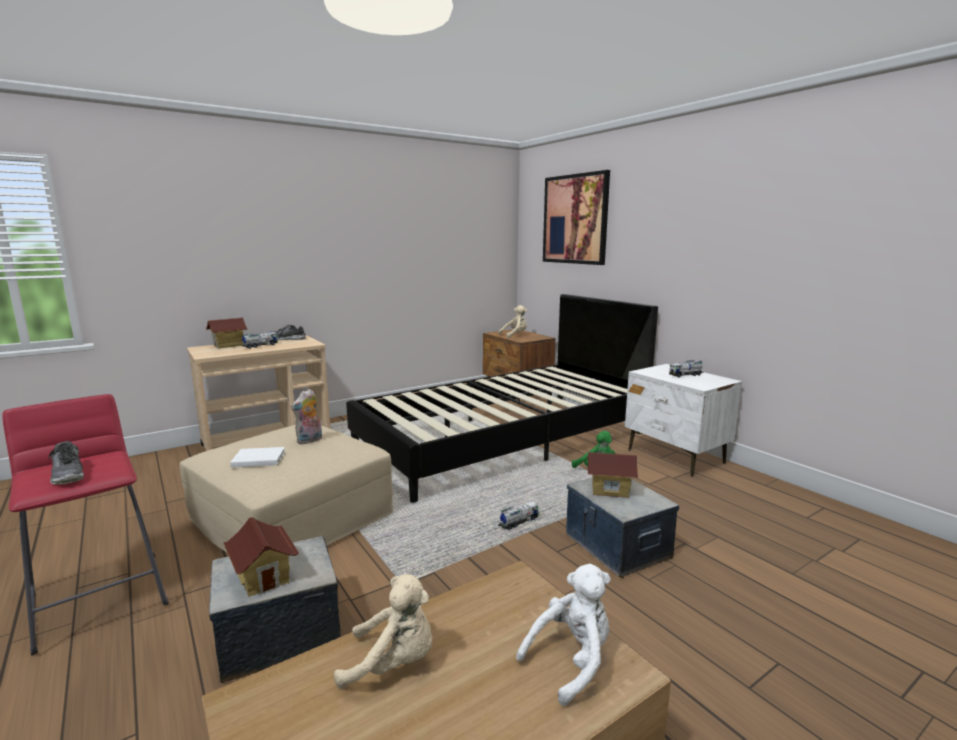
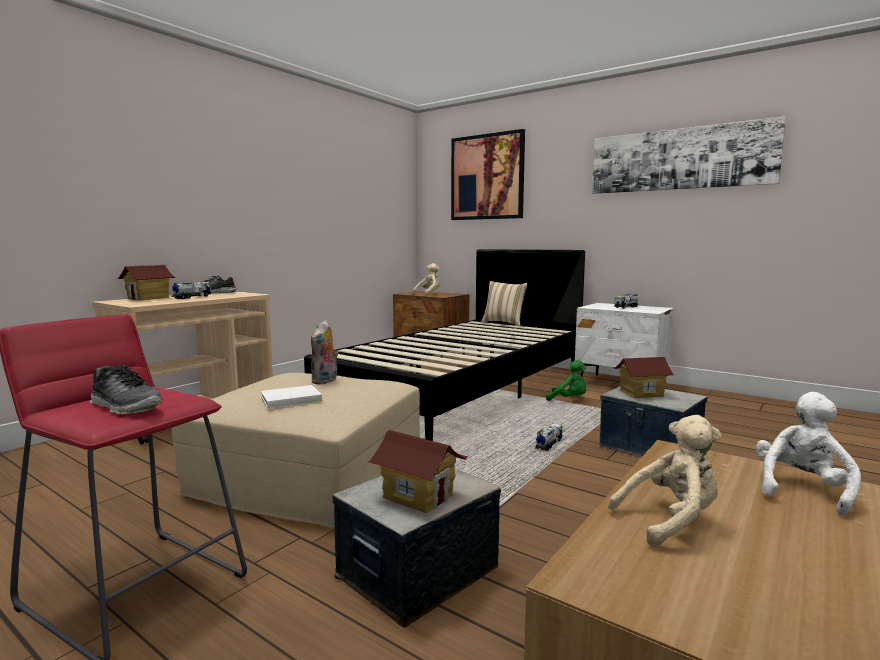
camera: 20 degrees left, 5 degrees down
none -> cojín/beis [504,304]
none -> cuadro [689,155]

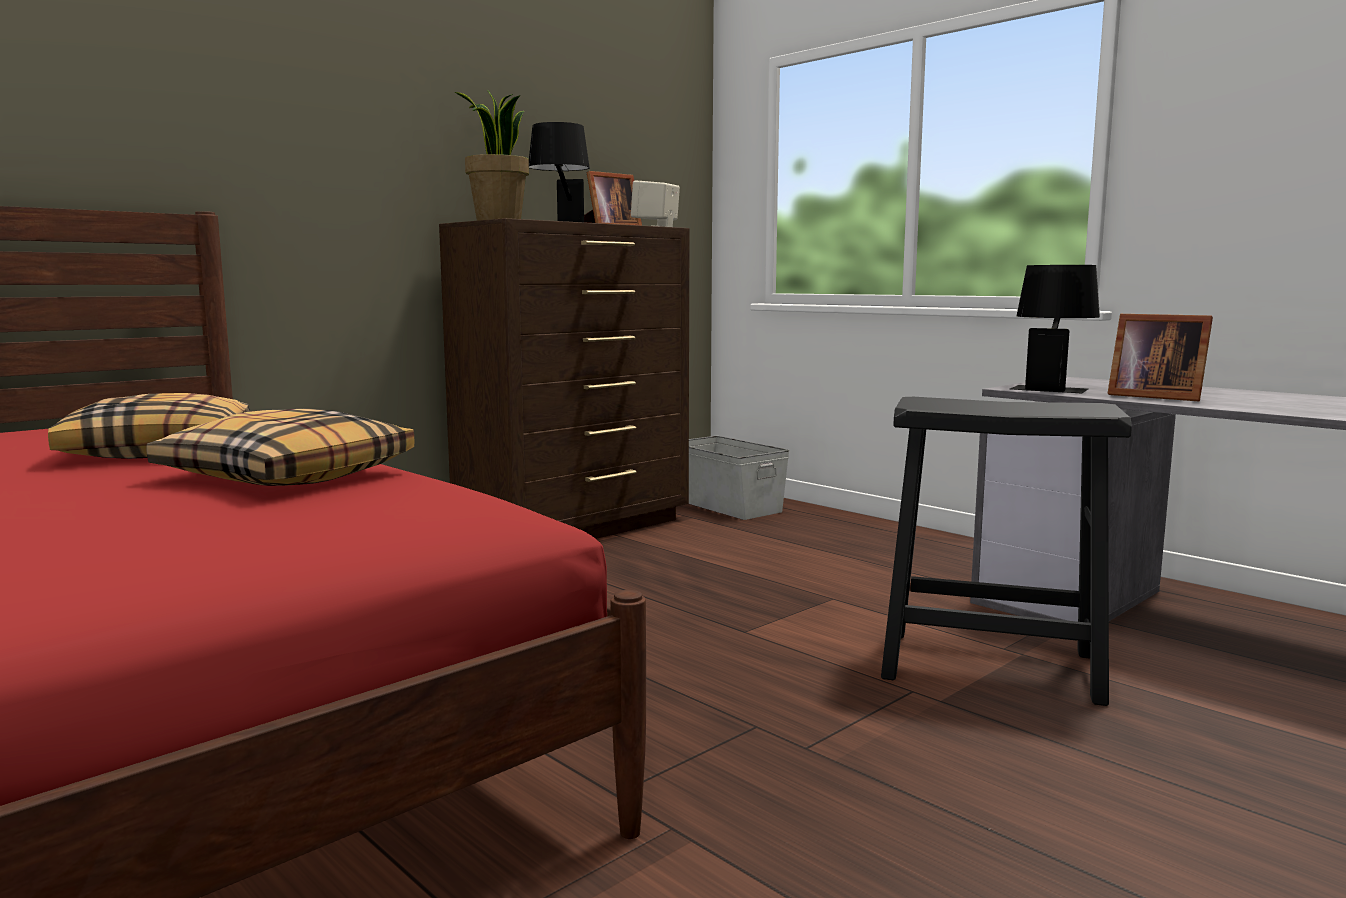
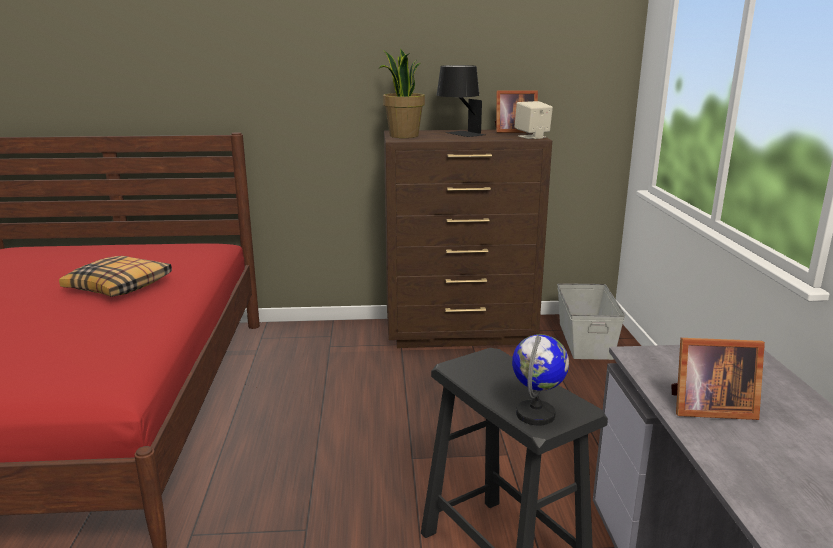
camera: 40 degrees right, 10 degrees up
cojín [280,447] -> none
lámpara de mesa/negro [1055,329] -> none
portarretratos [1160,357] -> portarretratos [718,379], 75 degrees counterclockwise
none -> globo terráqueo [540,380]

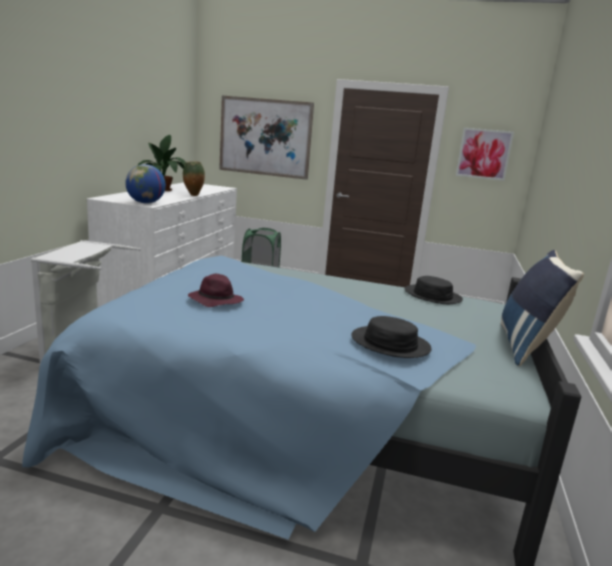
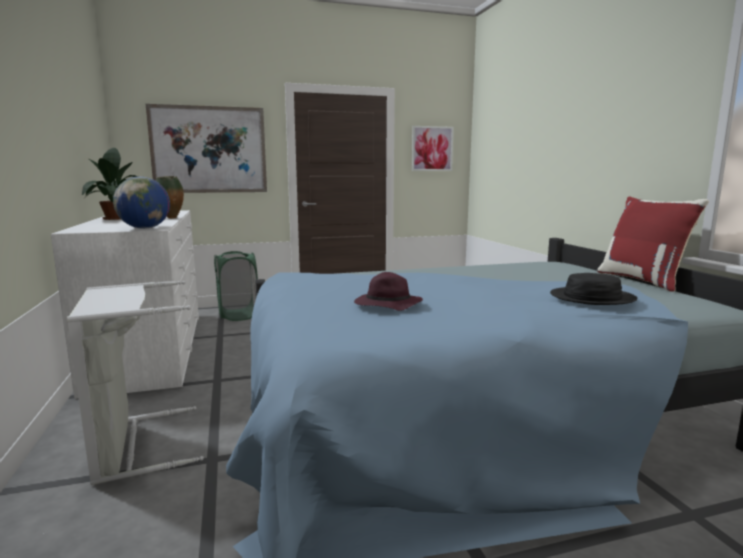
camera: 30 degrees left, 5 degrees down
sombrero/negro [433,290] -> none
cojín/azul [542,308] -> cojín/rojo [653,244]

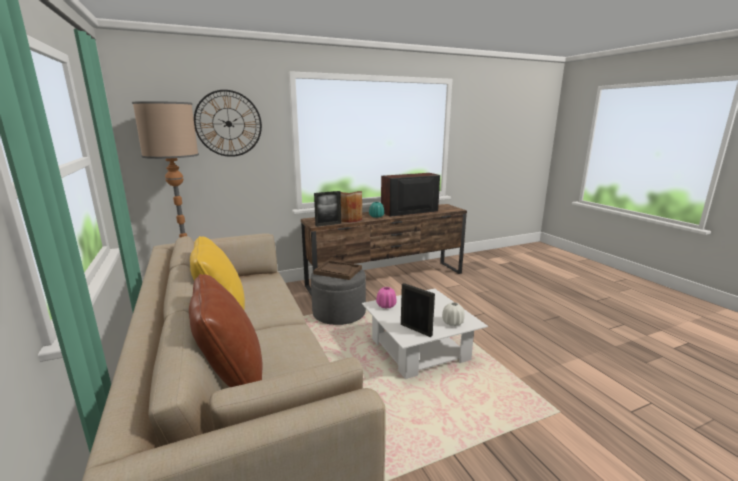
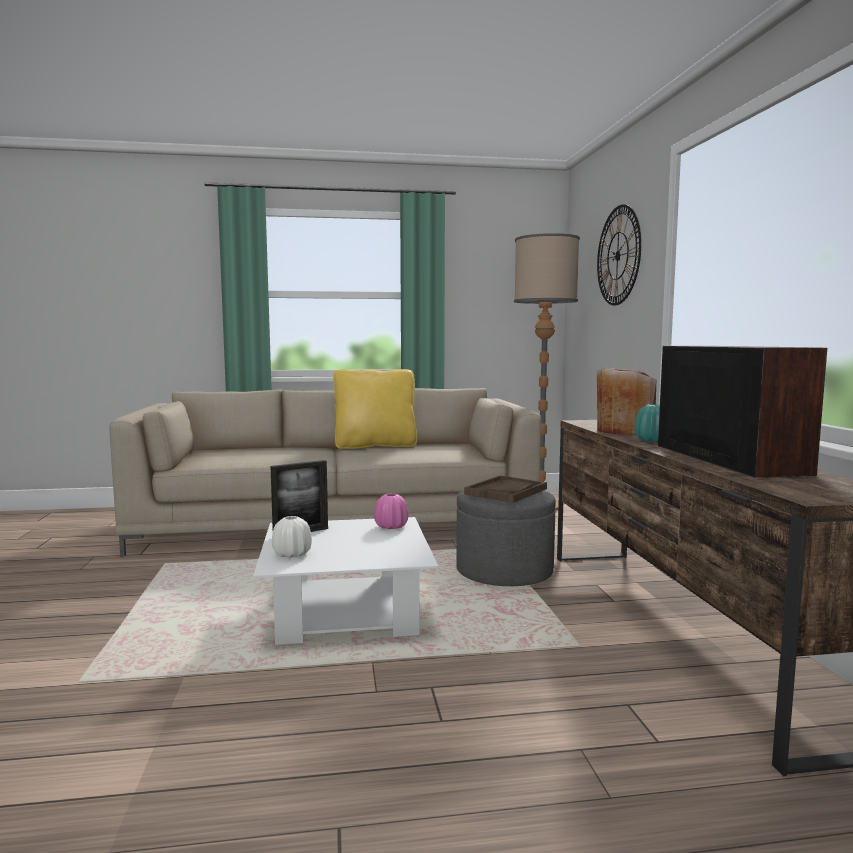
camera: 105 degrees right, 10 degrees down
cojín/marrón [225,330] -> none
portarretratos [327,209] -> none

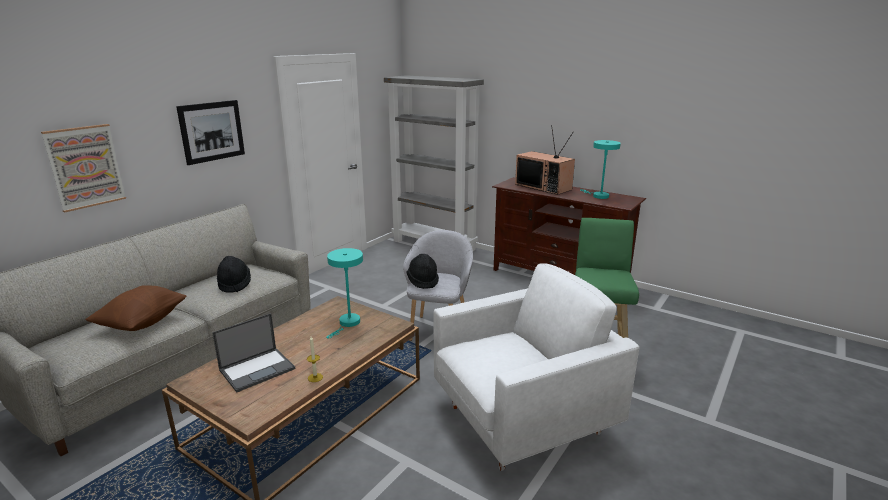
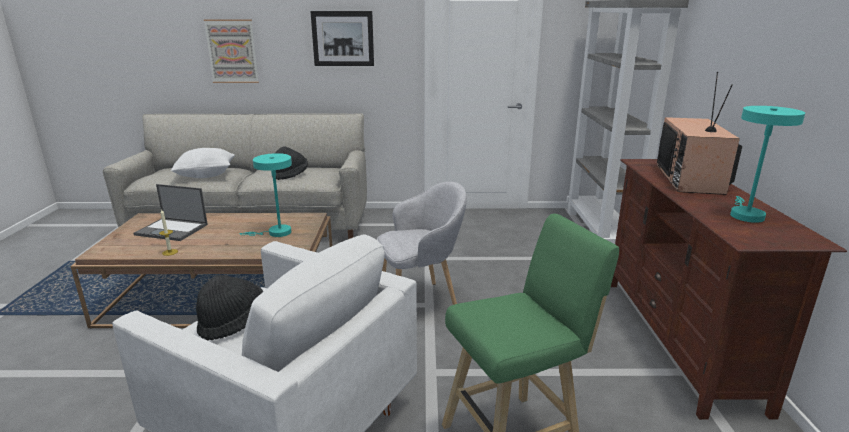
camera: 55 degrees right, 0 degrees up
cojín/marrón [135,308] -> cojín/blanco [203,163]
sombrero/negro [422,271] -> sombrero/negro [229,308], move

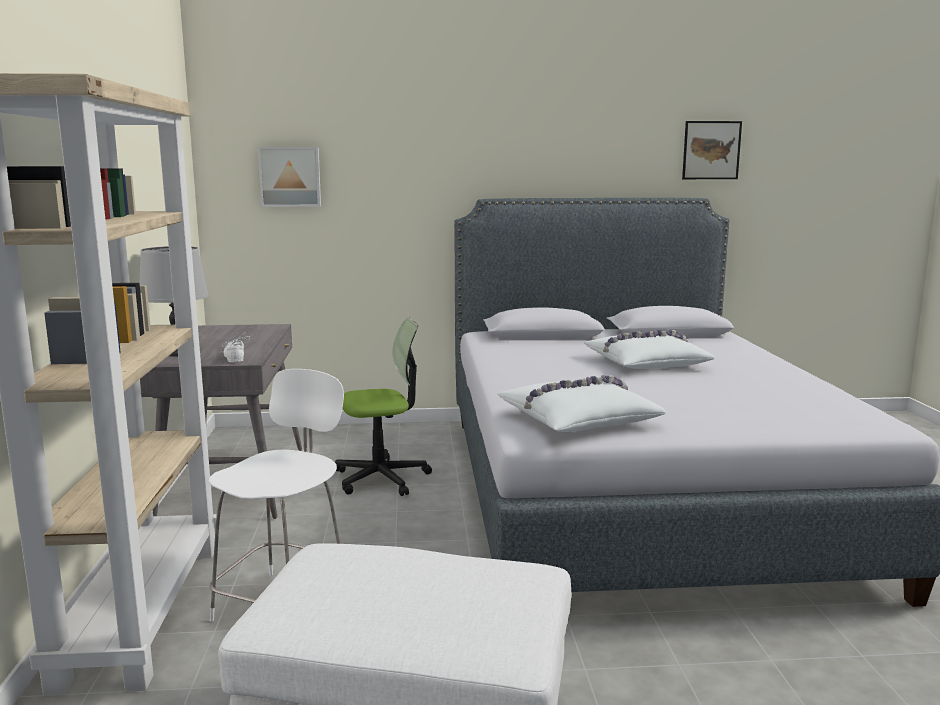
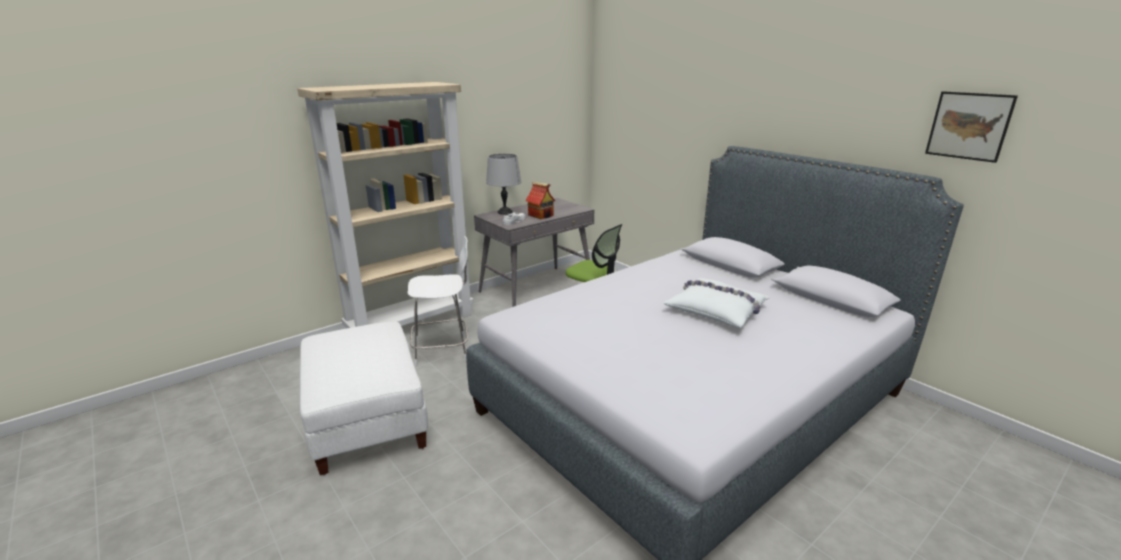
camera: 55 degrees right, 10 degrees up
cuadro [289,177] -> none
cojín/blanco [581,403] -> none
none -> casita [540,200]

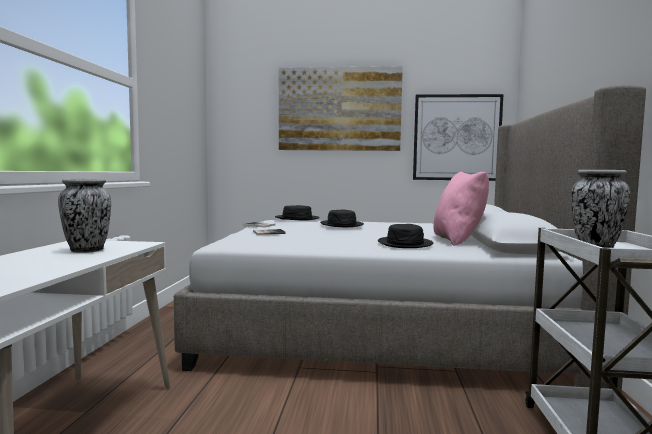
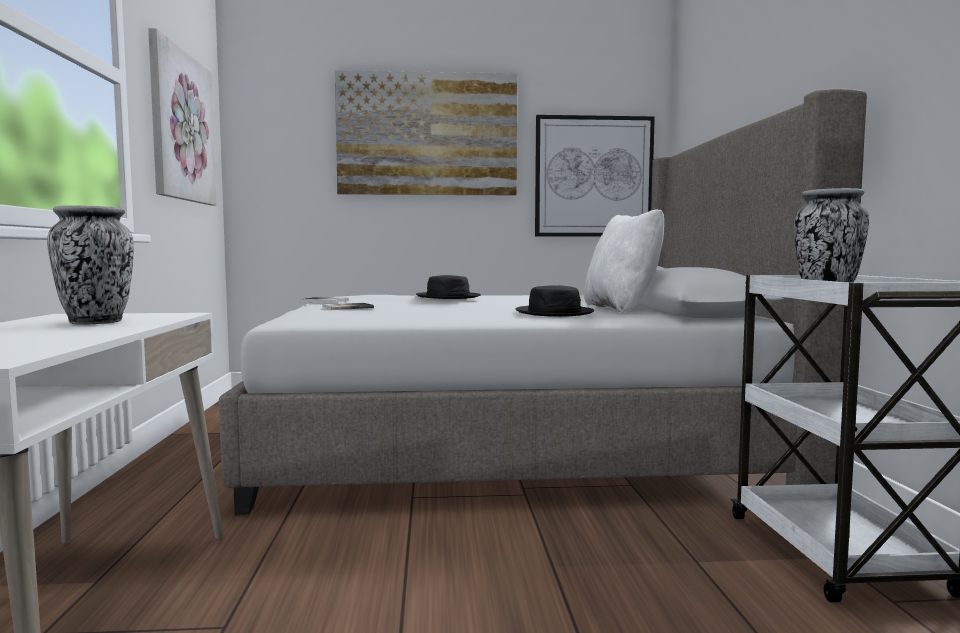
camera: 10 degrees left, 0 degrees up
sombrero/negro [297,213] -> none
cojín/rosa [461,209] -> cojín/blanco [624,261]
none -> cuadro [182,116]

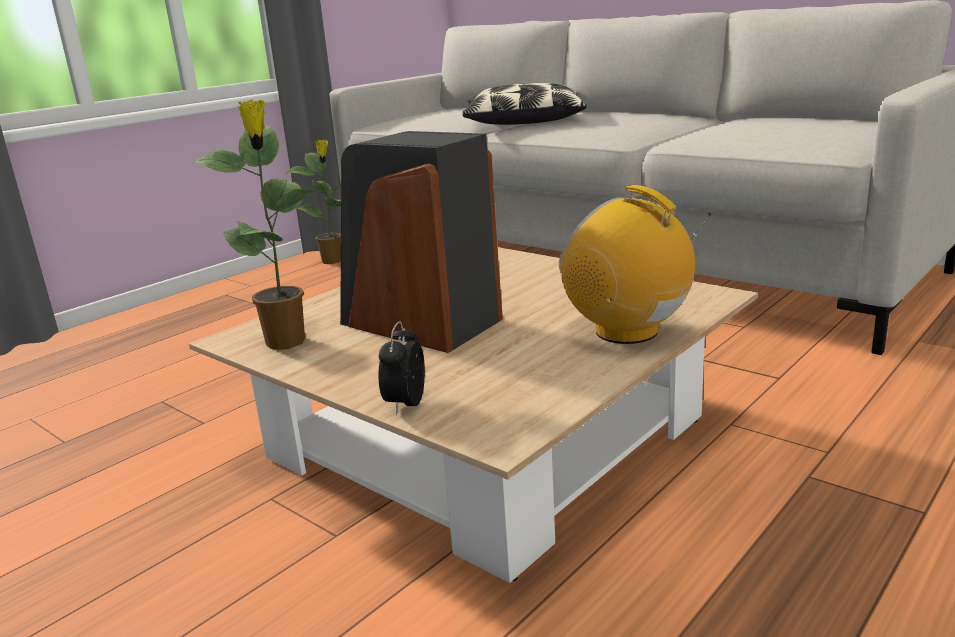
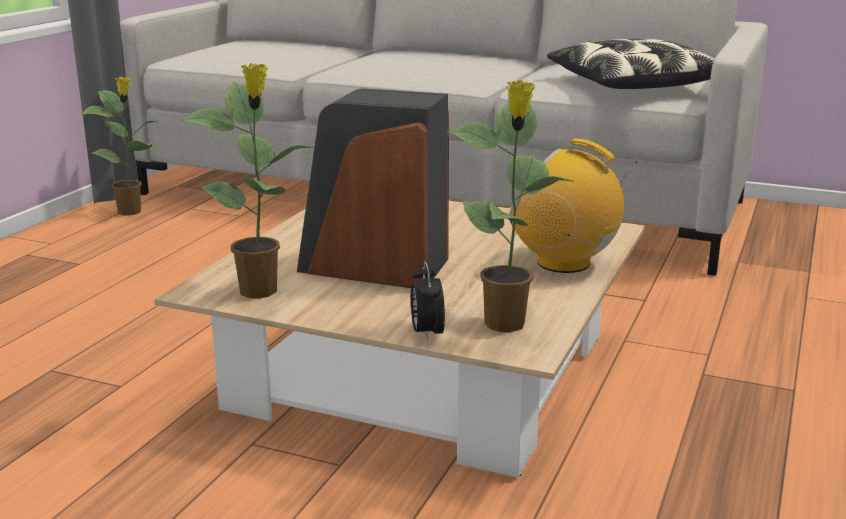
camera: 20 degrees left, 0 degrees up
cojín [524,104] -> cojín [631,64], move
none -> planta en maceta [511,206]

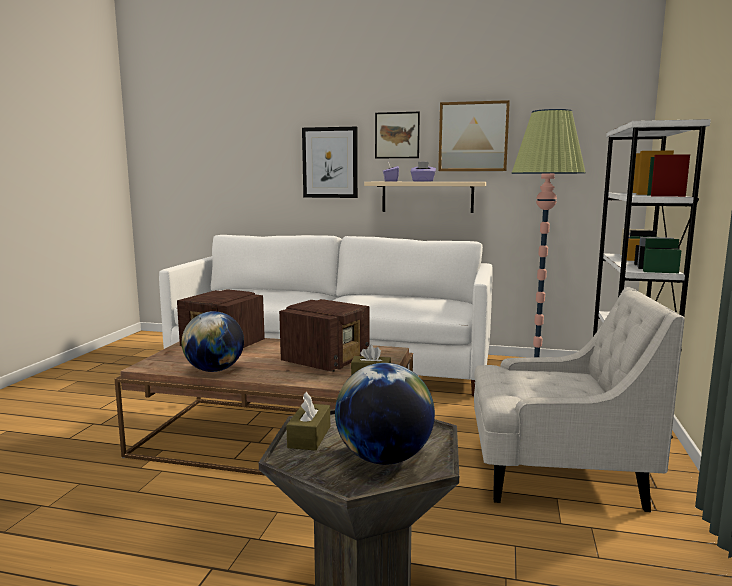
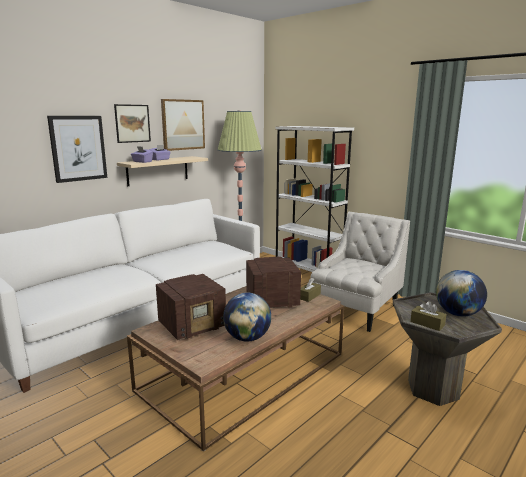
camera: 60 degrees left, 5 degrees up
radio [324,335] -> radio [273,282], 75 degrees counterclockwise

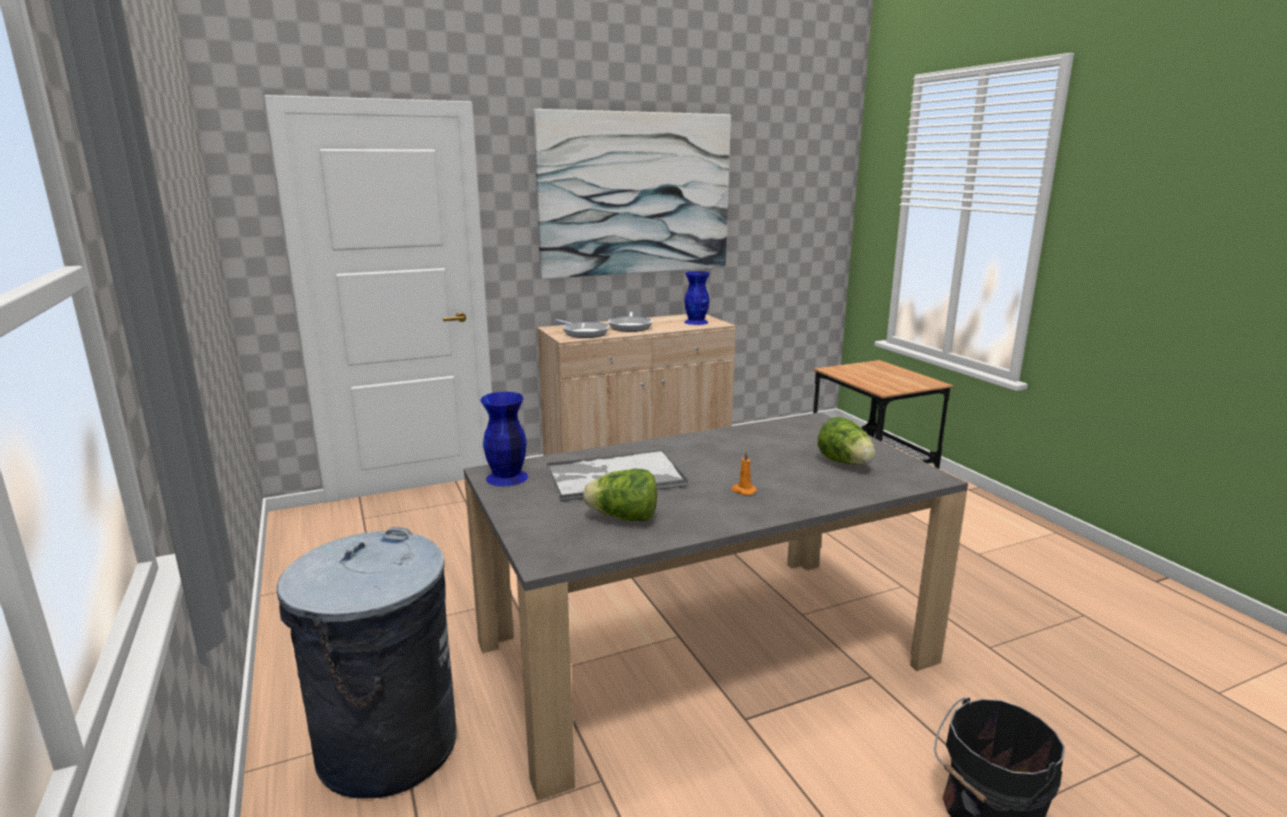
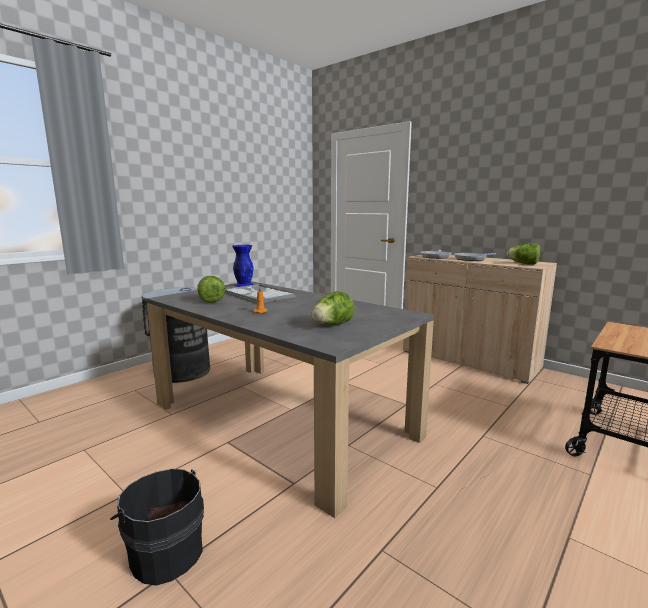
camera: 65 degrees right, 5 degrees down
cuadro [632,194] -> none
florero/azul [697,298] -> lechuga [523,254]

